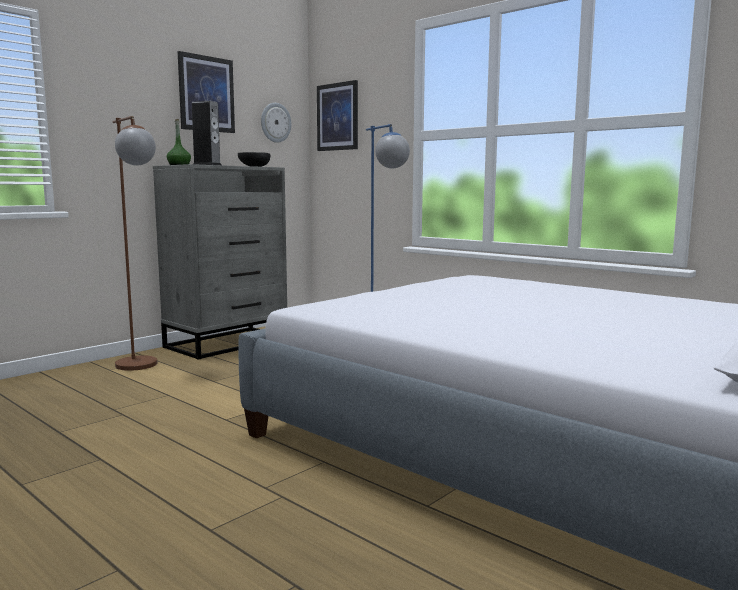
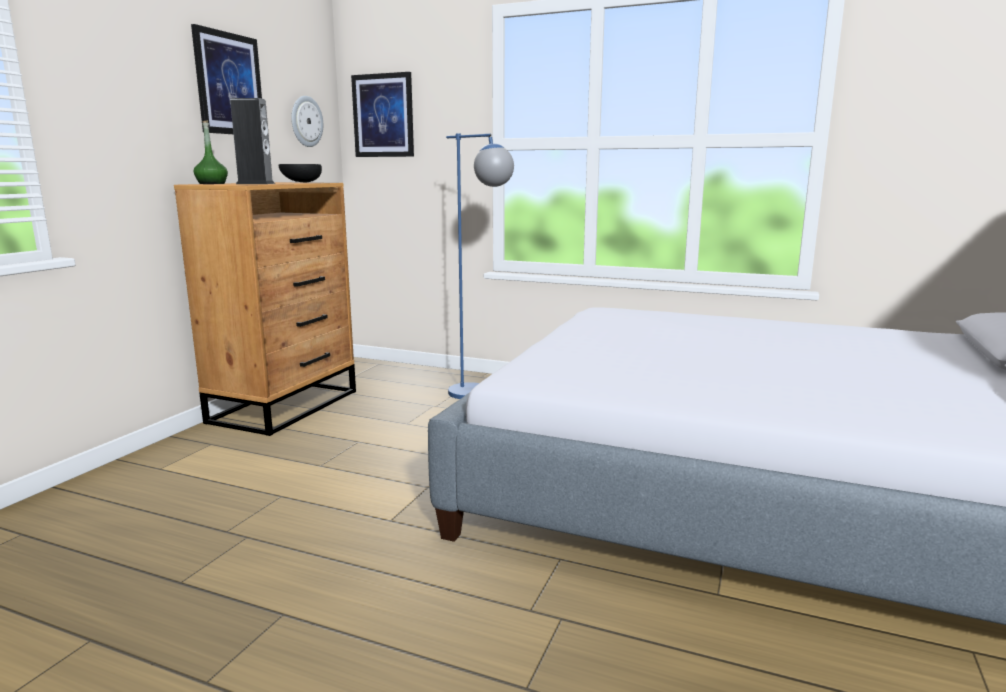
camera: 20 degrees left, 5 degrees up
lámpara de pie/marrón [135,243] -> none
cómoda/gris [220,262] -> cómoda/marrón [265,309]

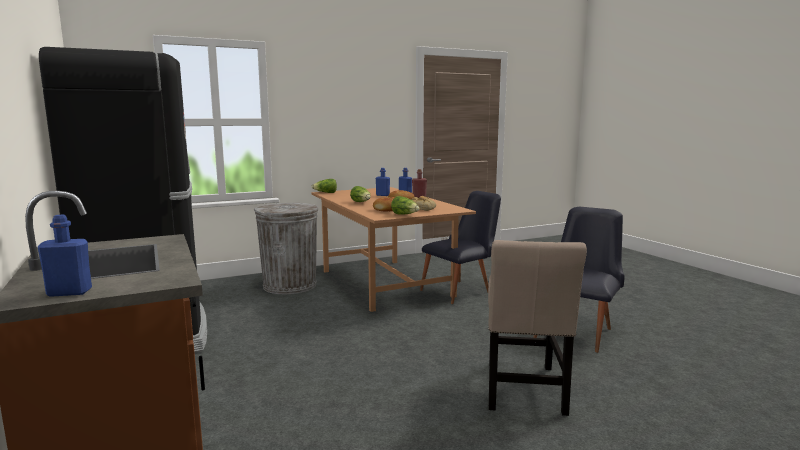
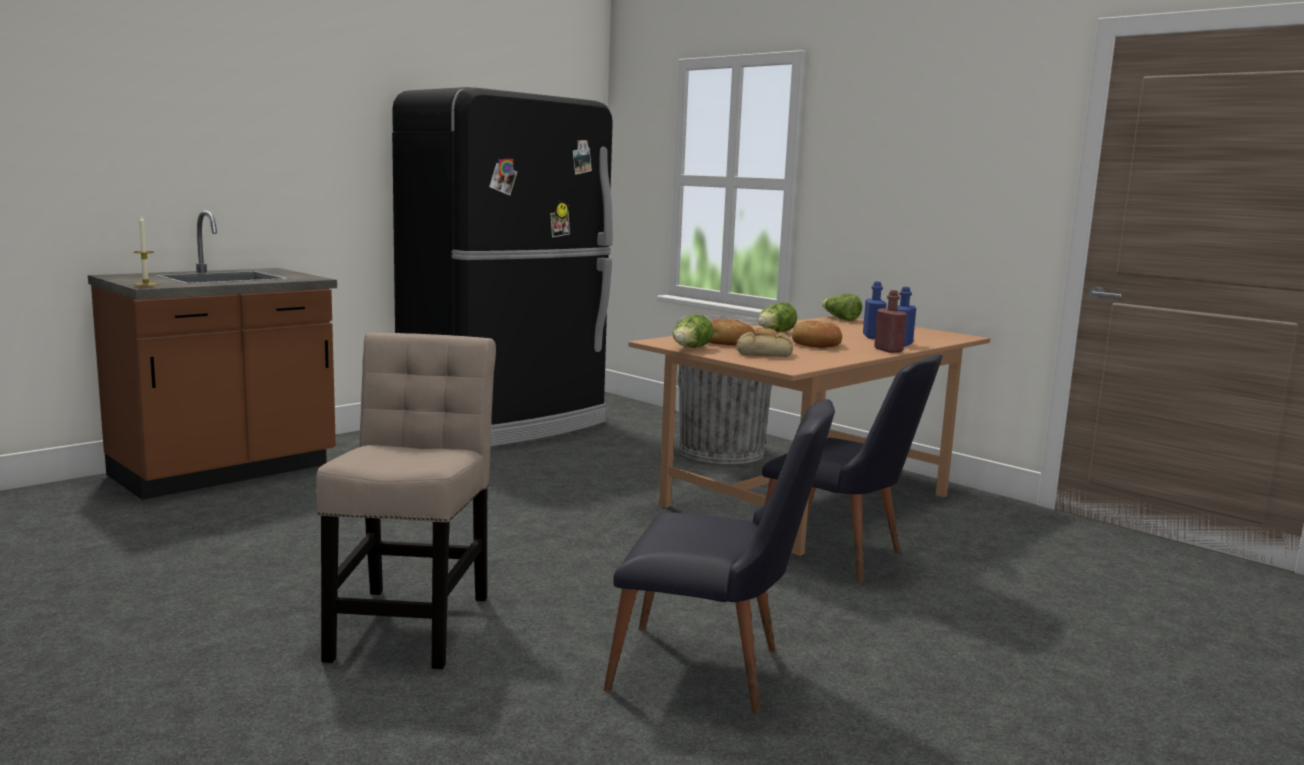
camera: 70 degrees right, 0 degrees up
botella/azul [65,256] -> none
silla/beis [537,328] -> silla/beis [406,501], 105 degrees clockwise
none -> vela [146,250]

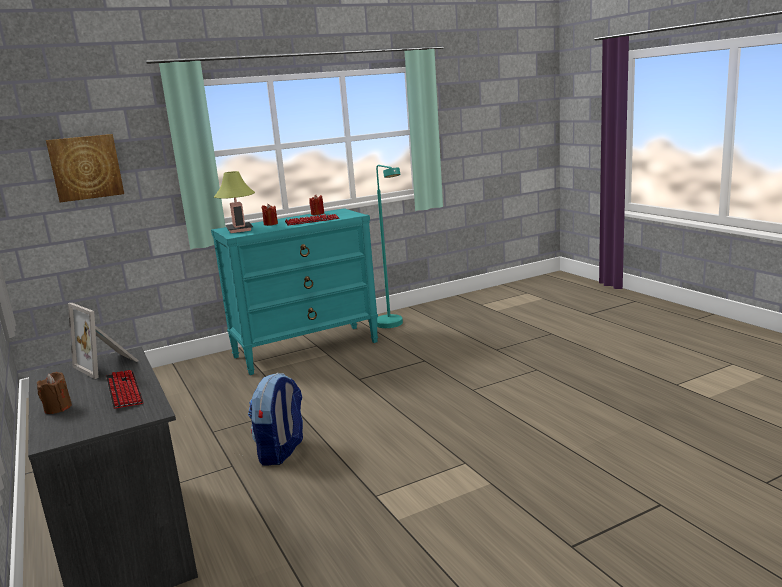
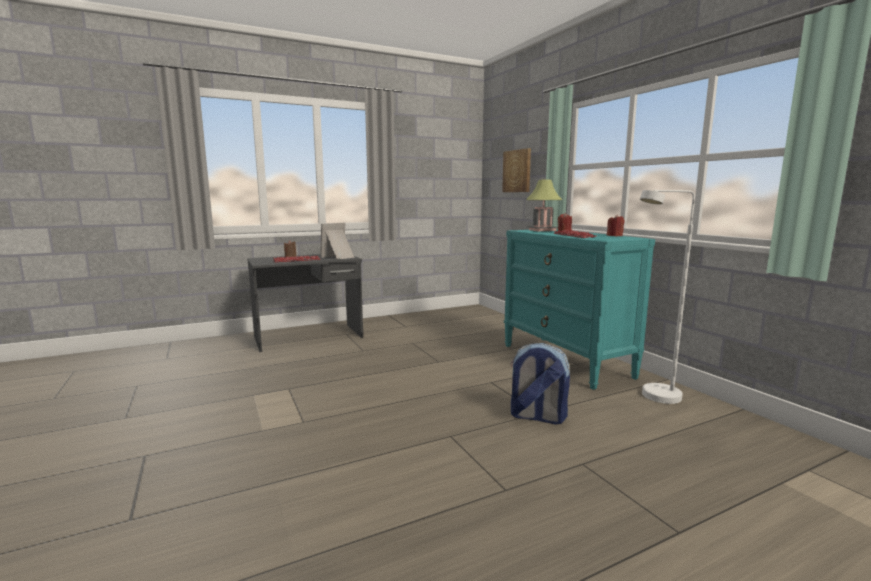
camera: 90 degrees right, 5 degrees down
mochila [275,419] -> mochila [540,384], move
lámpara de pie/turquesa [389,246] -> lámpara de pie/blanco [667,297]

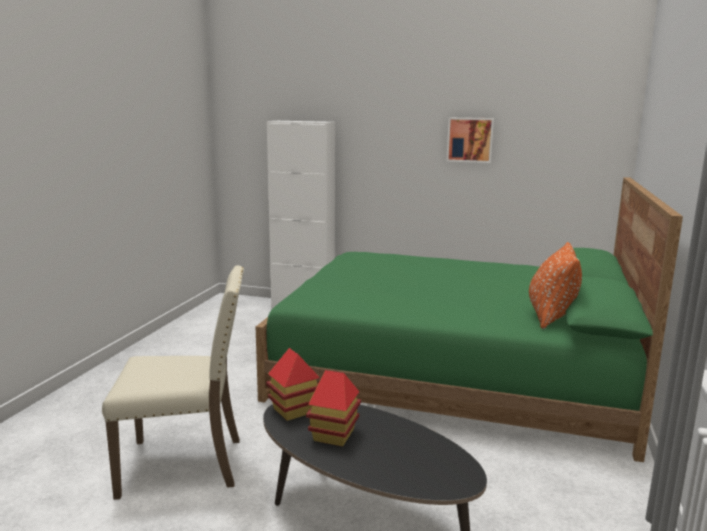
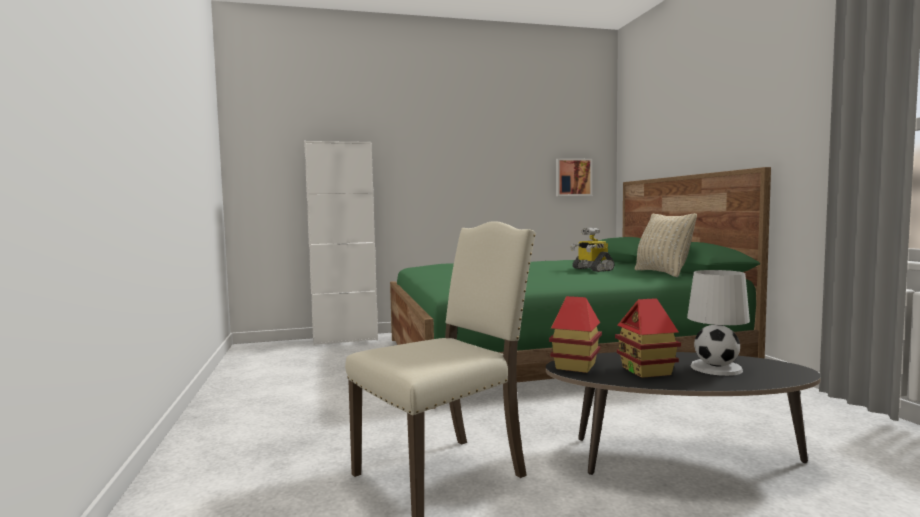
camera: 30 degrees left, 10 degrees down
cuadro [470,140] -> cuadro [574,177], move
cojín/naranja [555,285] -> cojín/beis [666,245]
none -> robot de juguete [592,250]
none -> lámpara de mesa/blanco [718,323]

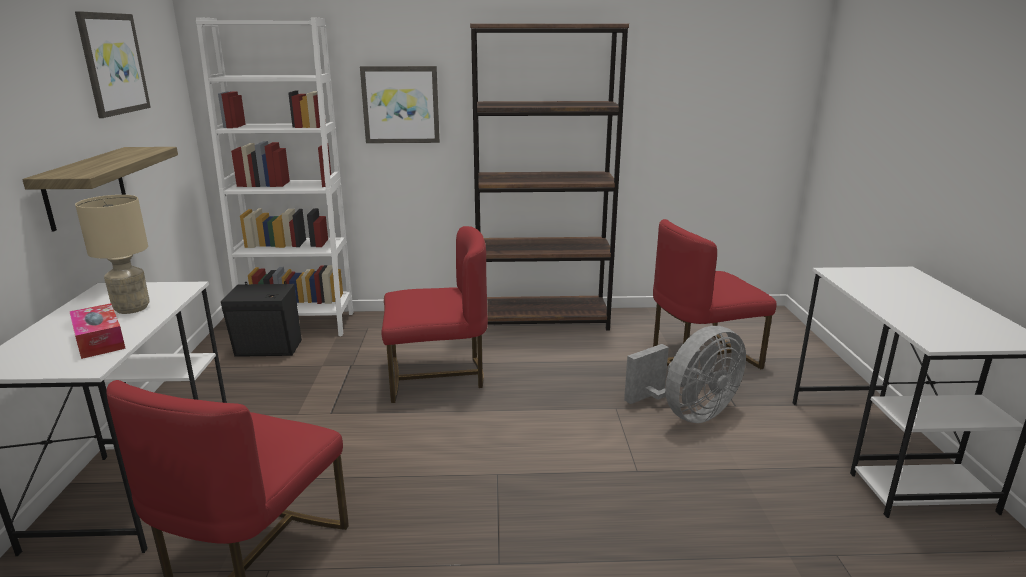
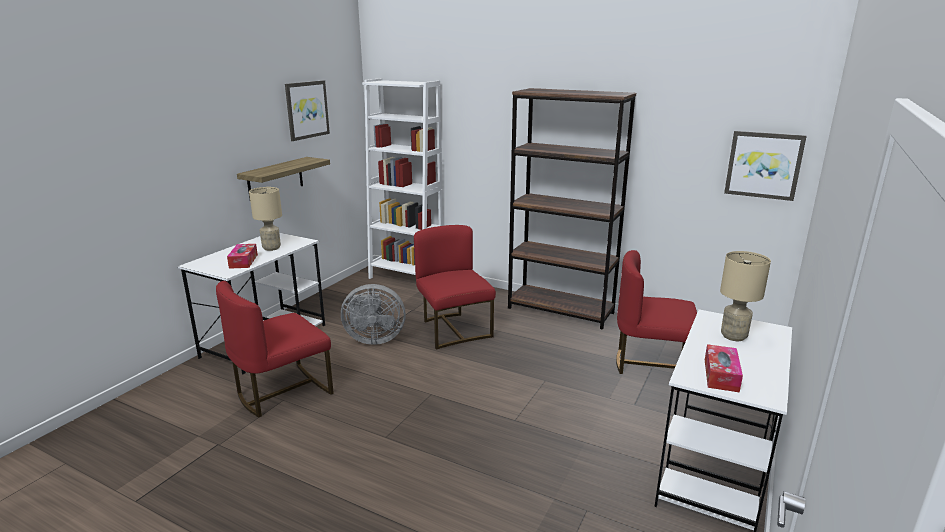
camera: 30 degrees right, 0 degrees up
altavoz/negro [261,319] -> none
cuadro [400,104] -> cuadro [765,166], move
silla/rojo [435,314] -> silla/rojo [455,287], 135 degrees counterclockwise
ventilador/gris [685,374] -> ventilador/gris [373,314], move
none -> caja de pañuelos [724,368]
none -> lámpara de mesa/beis [745,296]

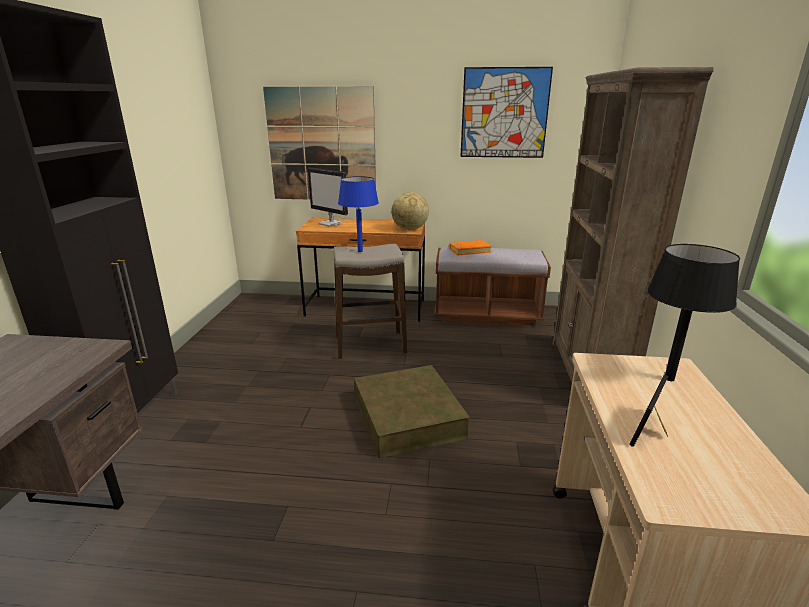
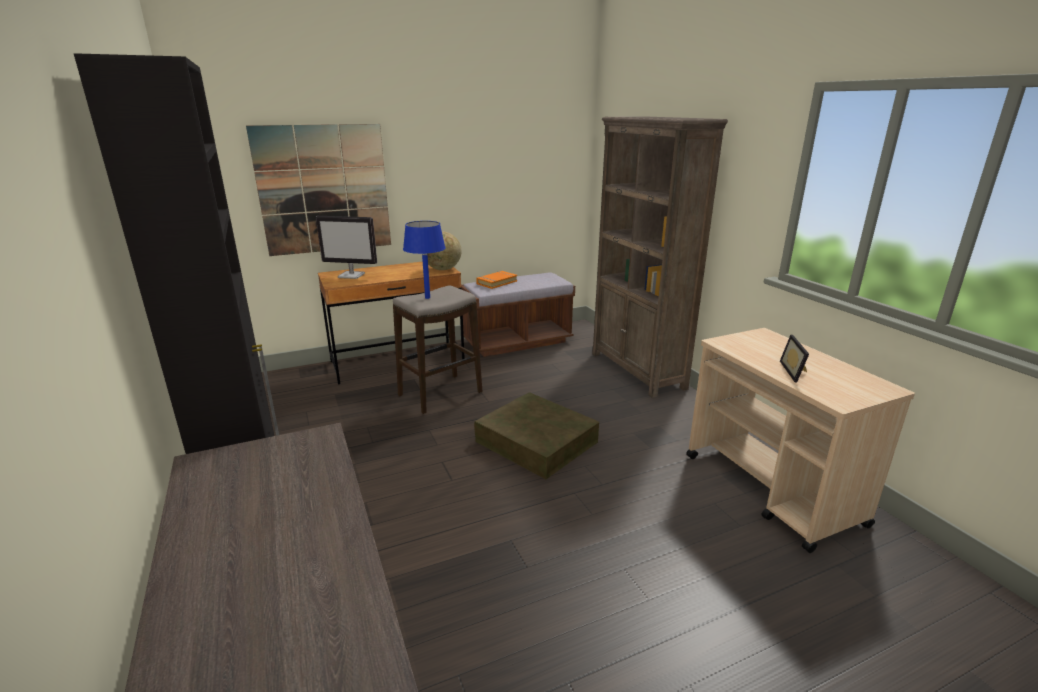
camera: 30 degrees left, 0 degrees up
cuadro [506,112] -> none
lámpara de mesa/negro [693,312] -> none

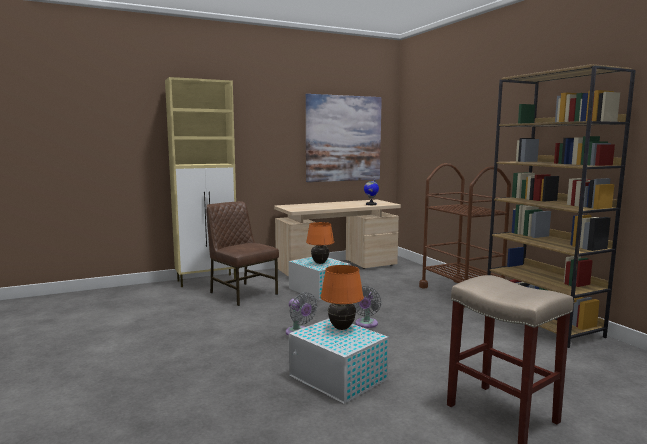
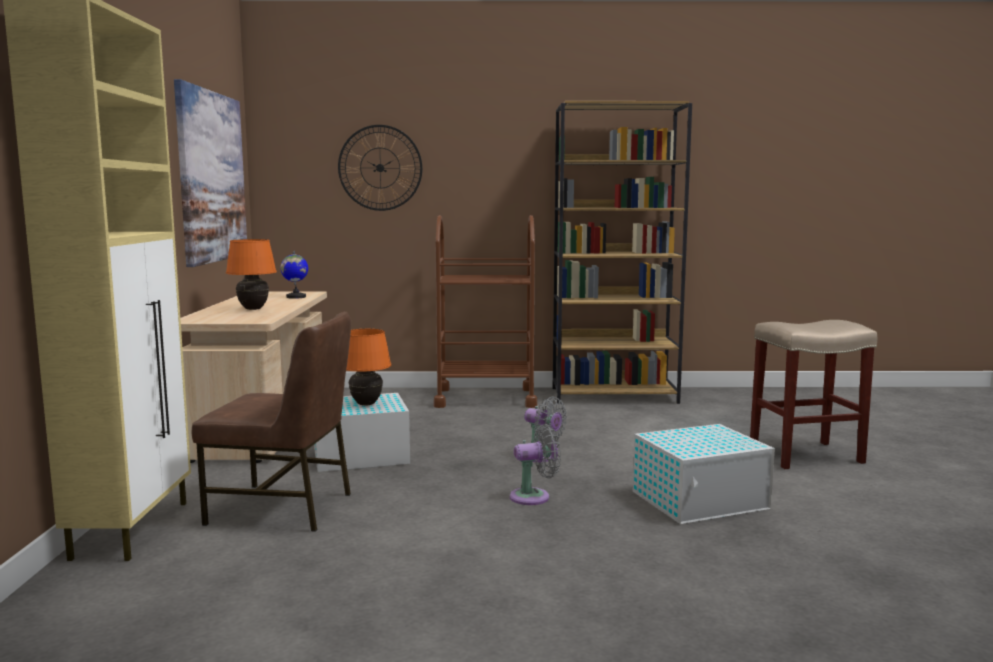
camera: 65 degrees left, 0 degrees up
silla/marrón [242,253] -> silla/marrón [271,422], 150 degrees counterclockwise
lámpara de mesa/naranja [342,297] -> lámpara de mesa/naranja [251,274], move
none -> reloj de pared [380,168]

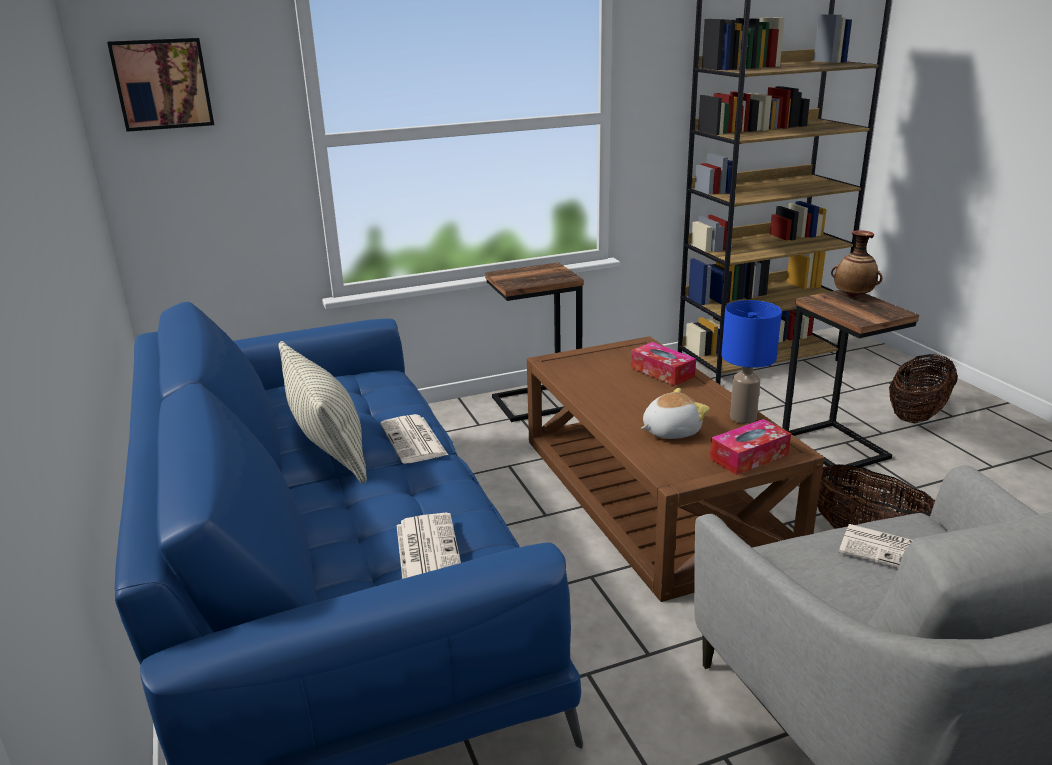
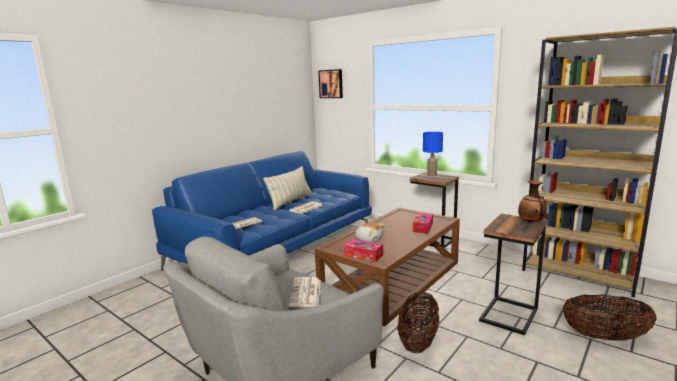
camera: 60 degrees right, 10 degrees down
lámpara de mesa/azul [752,362] -> lámpara de mesa/azul [433,154], move

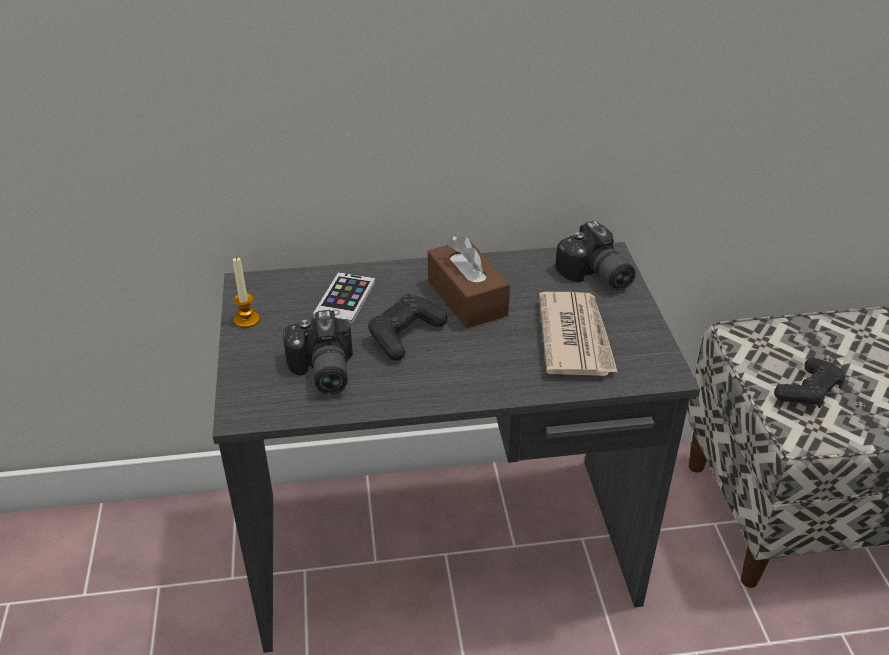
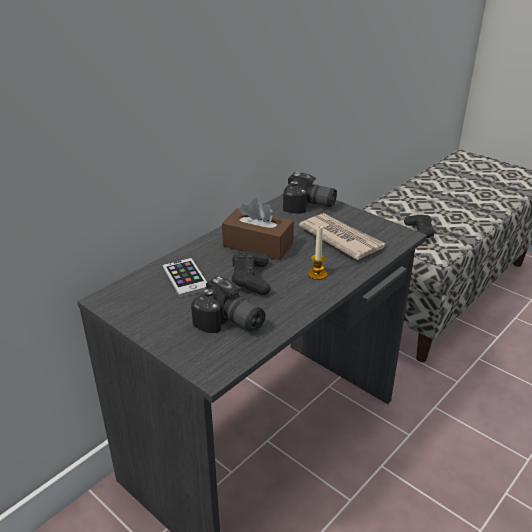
camera: 40 degrees left, 5 degrees down
vela [246,292] -> vela [317,253], move

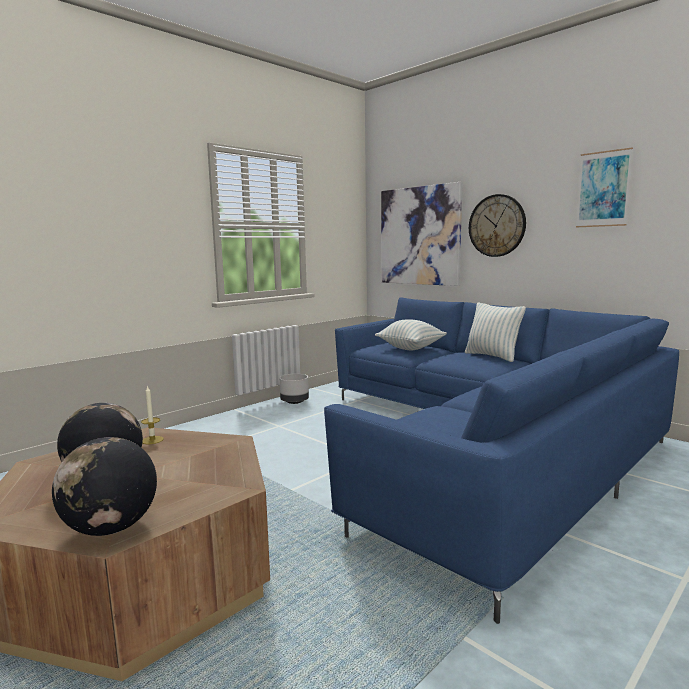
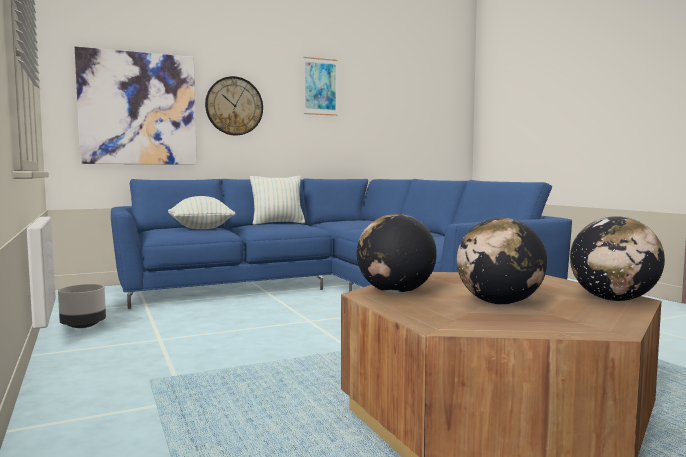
camera: 70 degrees left, 5 degrees down
vela [152,414] -> globo terráqueo [397,253]

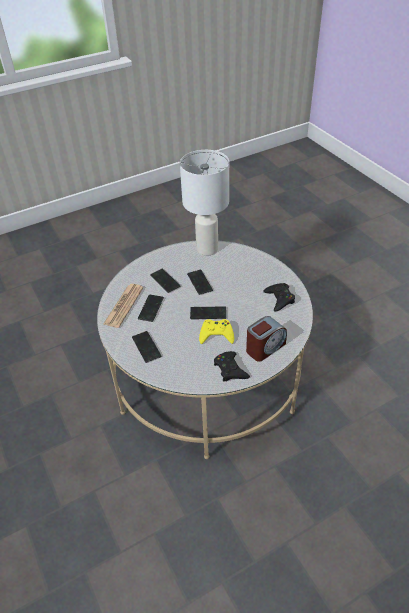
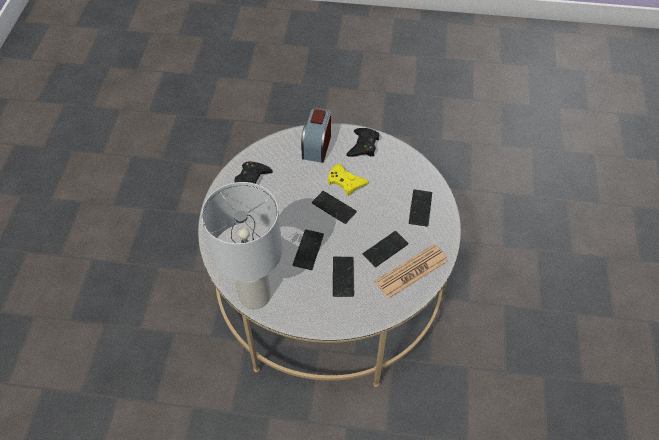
camera: 145 degrees left, 10 degrees up
despertador [266,339] -> despertador [316,135], 75 degrees counterclockwise

